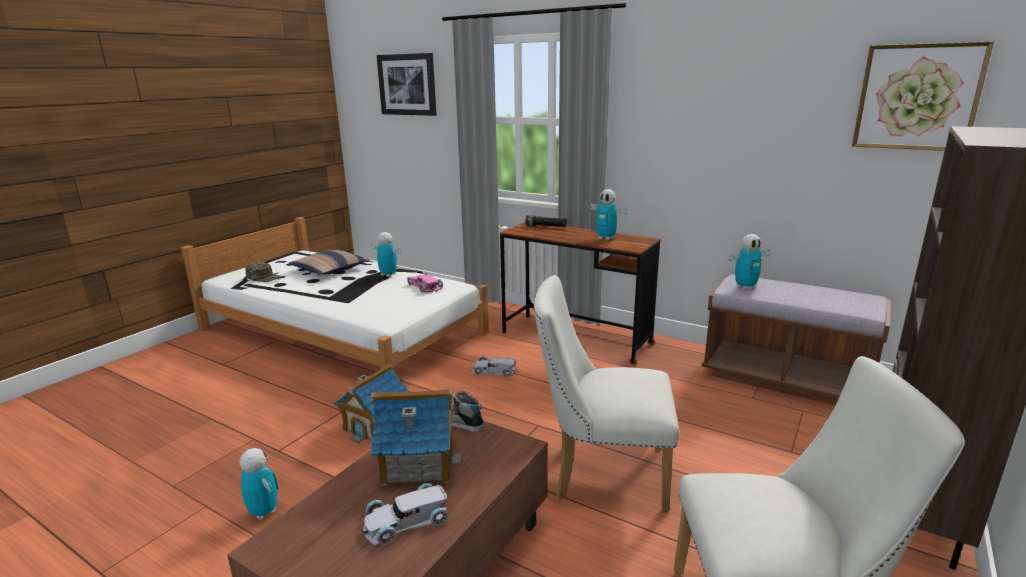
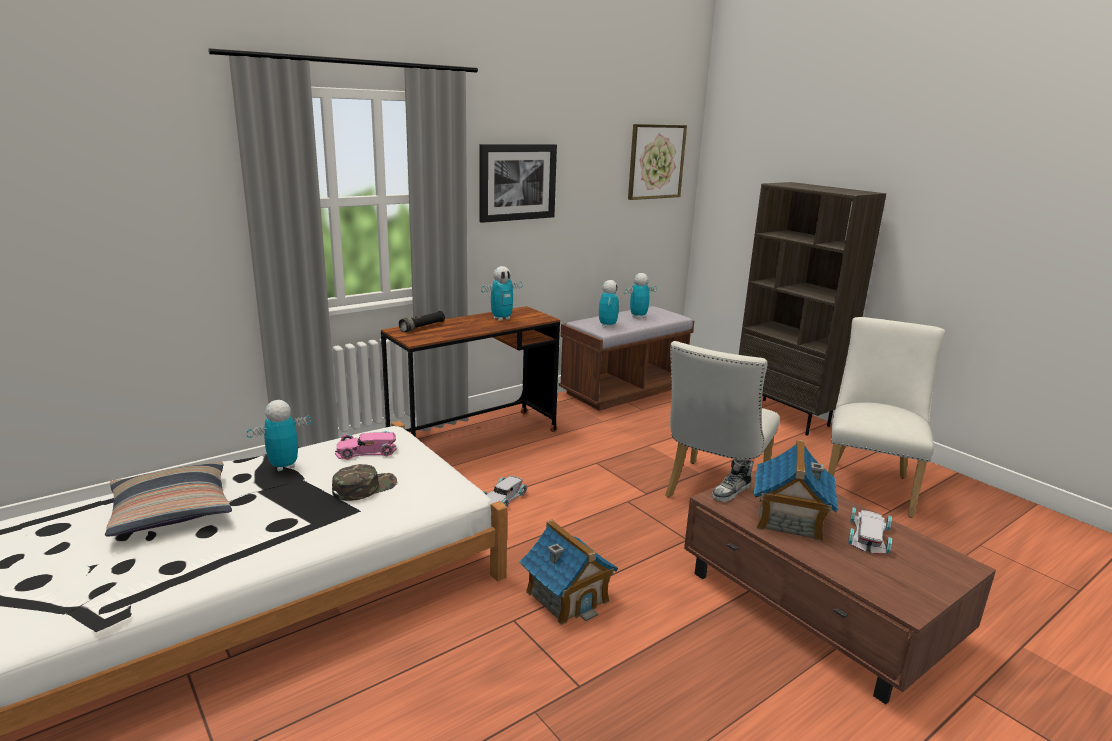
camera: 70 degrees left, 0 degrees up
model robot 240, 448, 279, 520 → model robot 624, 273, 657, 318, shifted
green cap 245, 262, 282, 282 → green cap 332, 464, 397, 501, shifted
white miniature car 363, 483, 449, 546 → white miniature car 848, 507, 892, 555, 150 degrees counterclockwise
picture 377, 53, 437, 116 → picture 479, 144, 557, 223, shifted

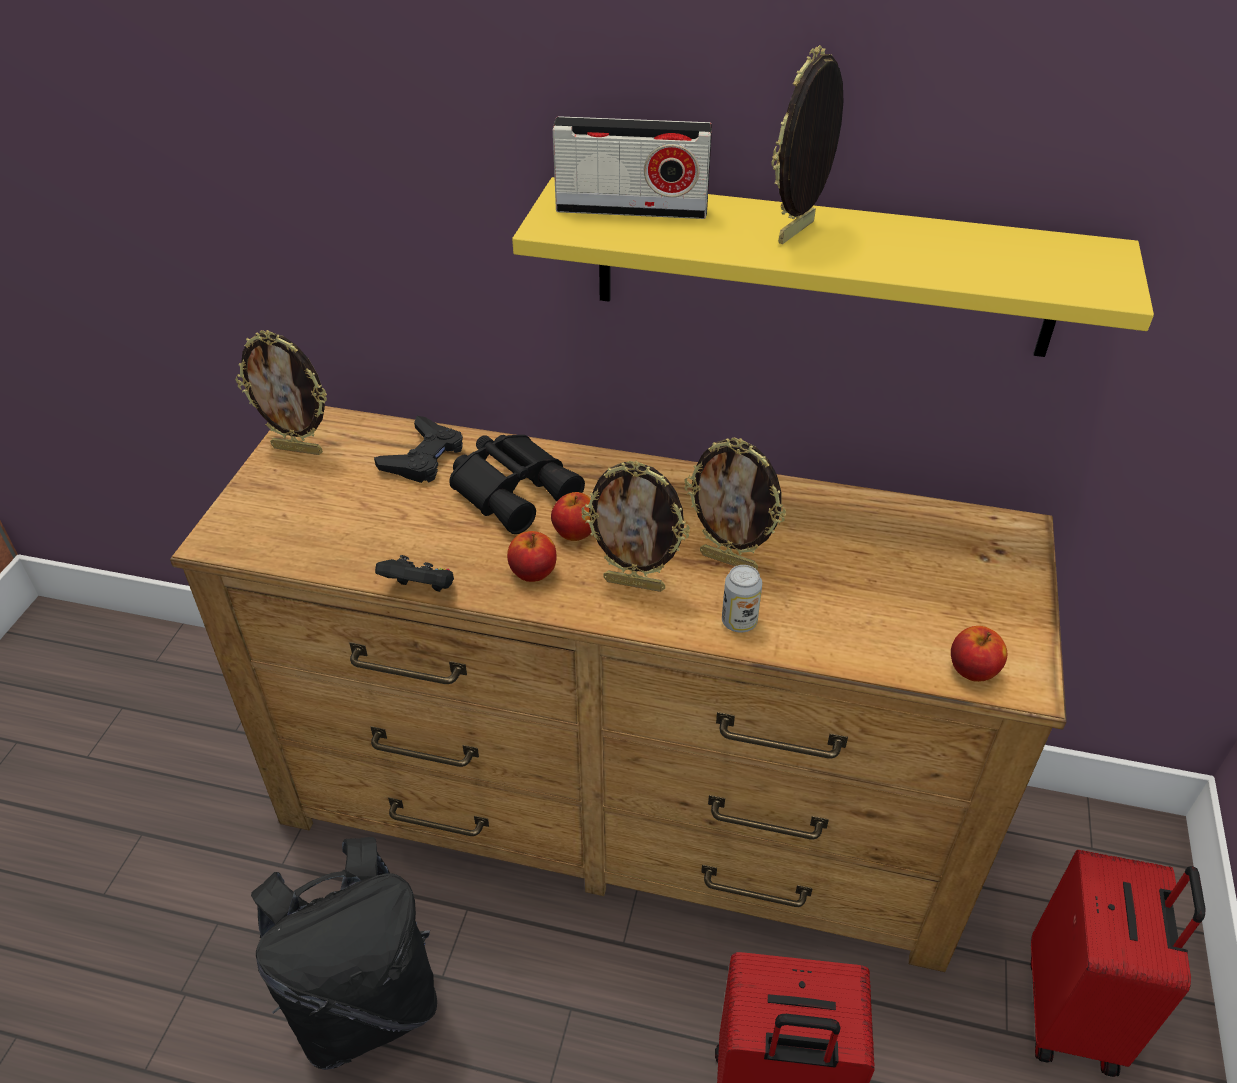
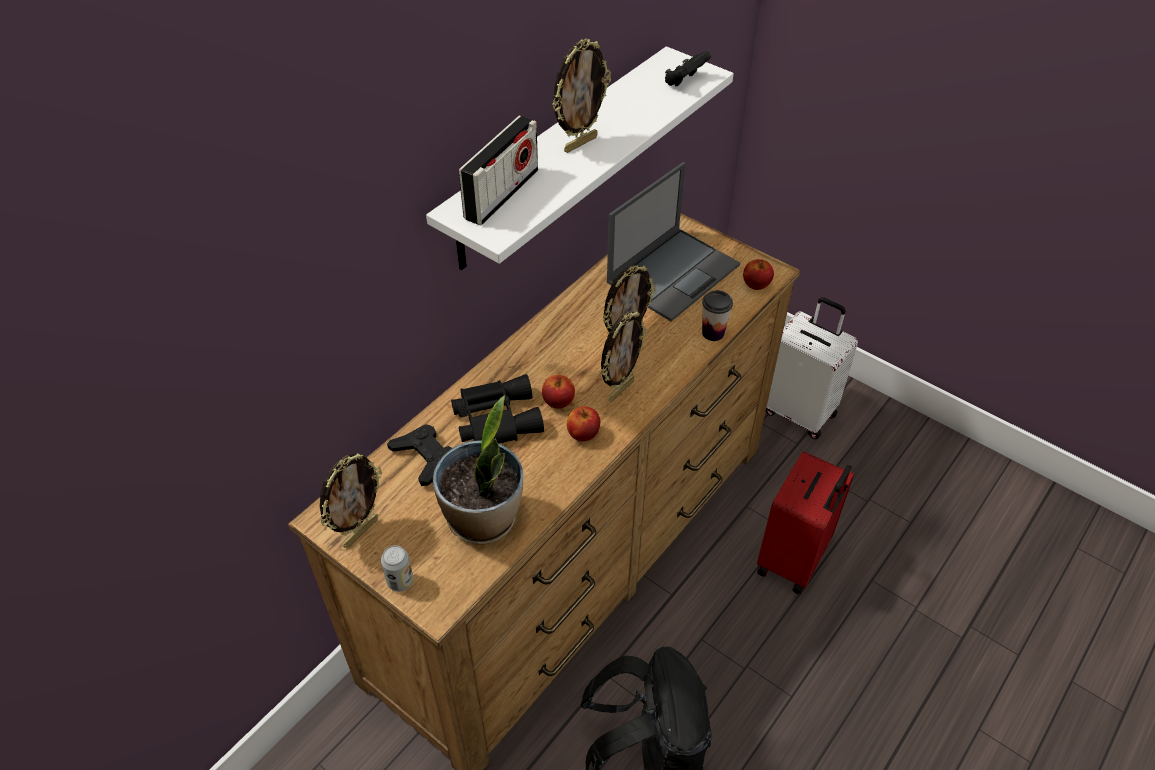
camera: 65 degrees left, 5 degrees up
black-coloured gamepad 375, 555, 454, 592 → black-coloured gamepad 665, 51, 711, 86, shifted
yellowish wall shelf 512, 177, 1154, 357 → white wall shelf 426, 46, 734, 270
can 722, 565, 762, 633 → can 381, 545, 414, 592, shifted
photo frame 771, 45, 843, 244 → photo frame 552, 39, 611, 153, 105 degrees counterclockwise
reddish piece of luggage 1031, 850, 1205, 1077 → white piece of luggage 766, 297, 858, 439
- → houseplant 433, 395, 523, 545
- → portable computer 607, 162, 740, 321
- → drinking cup 702, 290, 733, 341

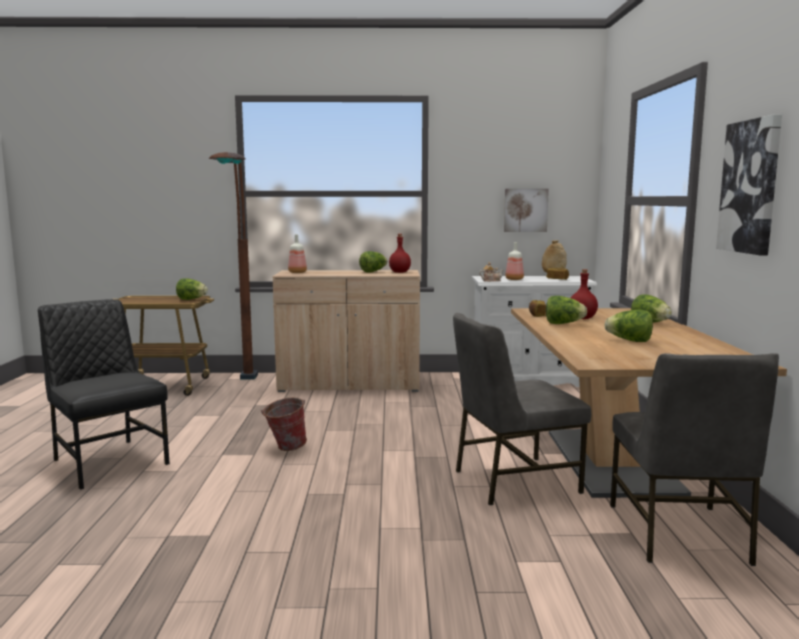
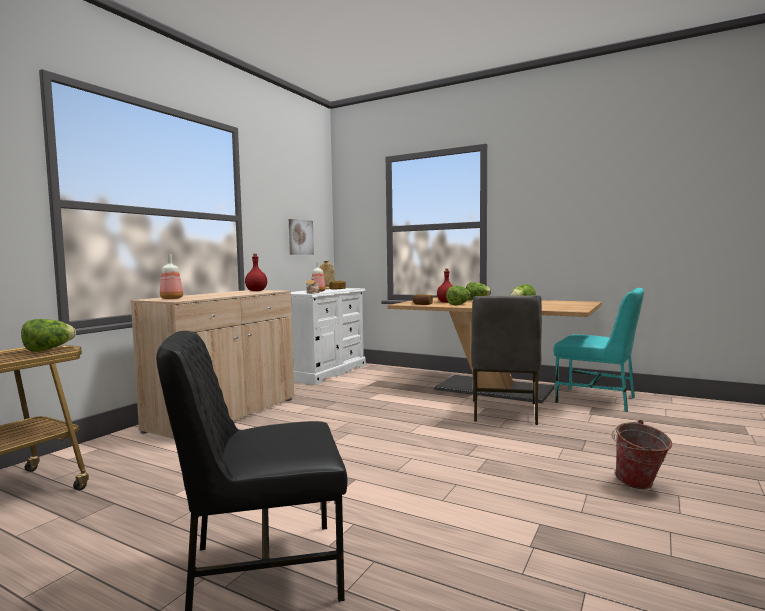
camera: 60 degrees left, 5 degrees down
brown floor lamp 209, 152, 258, 379 → -
bucket 261, 397, 307, 451 → bucket 612, 420, 672, 489, shifted
lettuce 359, 251, 387, 272 → -
greyish chair 610, 353, 779, 566 → turquoise-coloured chair 554, 288, 644, 412
picture 716, 114, 782, 255 → -

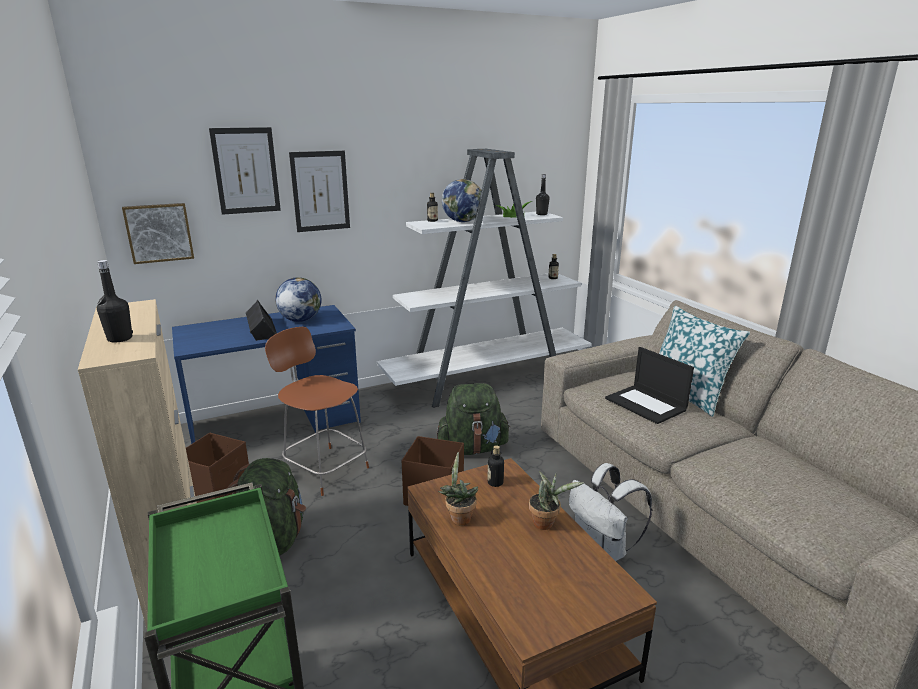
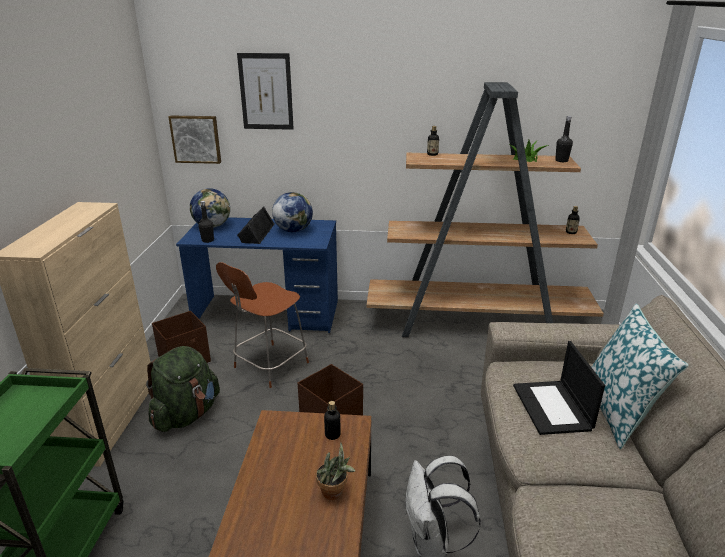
camera: 30 degrees right, 5 degrees up
black-coloured beverage bottle 97, 260, 133, 342 → black-coloured beverage bottle 198, 201, 214, 243, shifted
brown chair 265, 327, 369, 496 → brown chair 216, 262, 309, 388, 120 degrees counterclockwise
picture 289, 151, 350, 232 → -
white bookshelf 377, 149, 592, 408 → brown bookshelf 367, 82, 604, 337
green knapsack 437, 383, 511, 455 → -
houseplant 438, 452, 478, 526 → -
globe 442, 179, 481, 222 → globe 190, 188, 230, 228, shifted

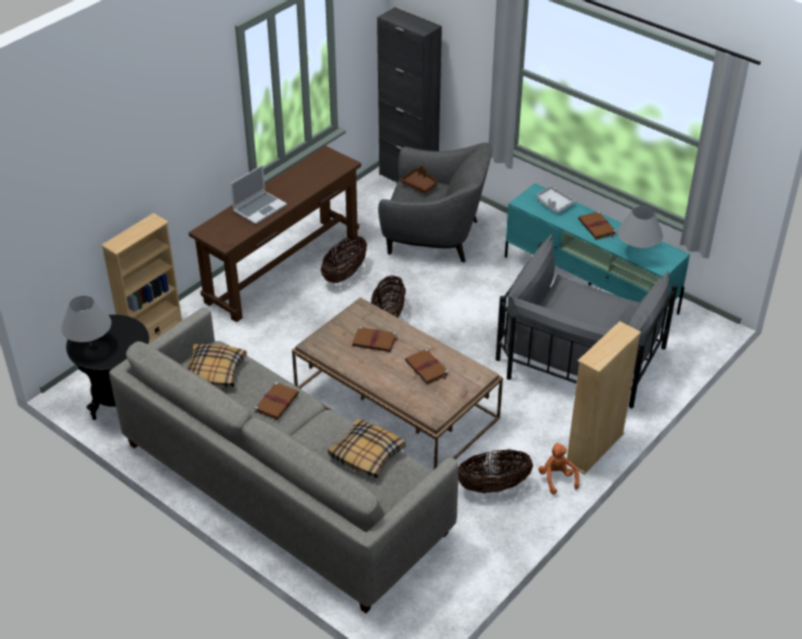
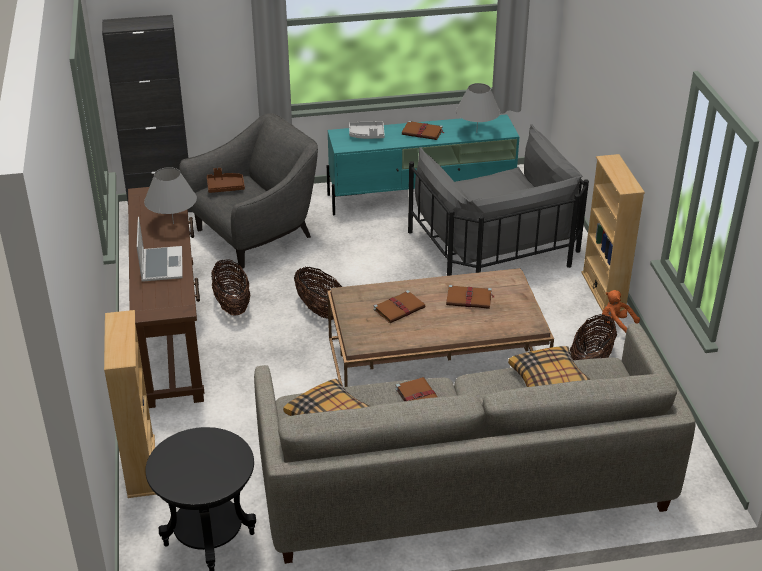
camera: 50 degrees left, 5 degrees down
greyish lamp for a table 61, 296, 111, 346 → greyish lamp for a table 144, 167, 197, 224, shifted

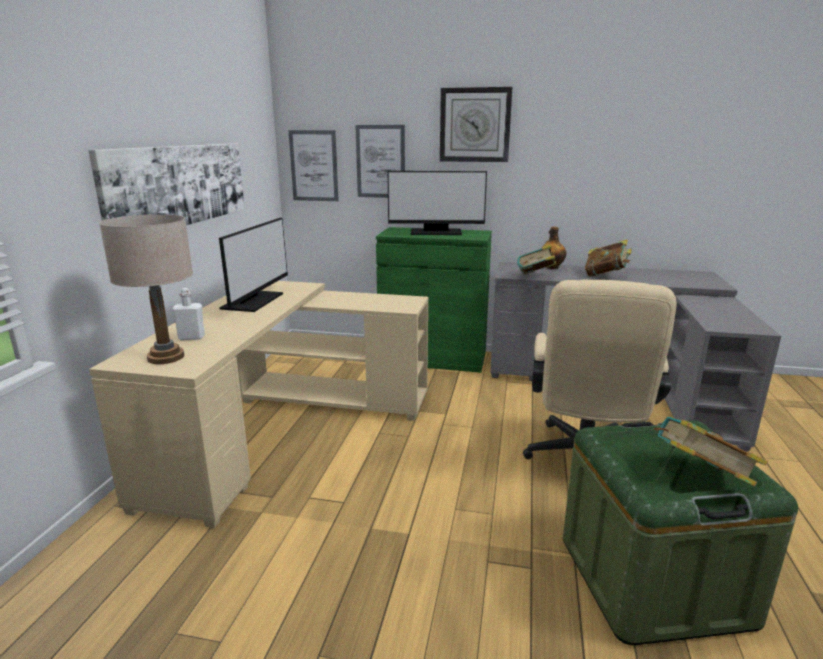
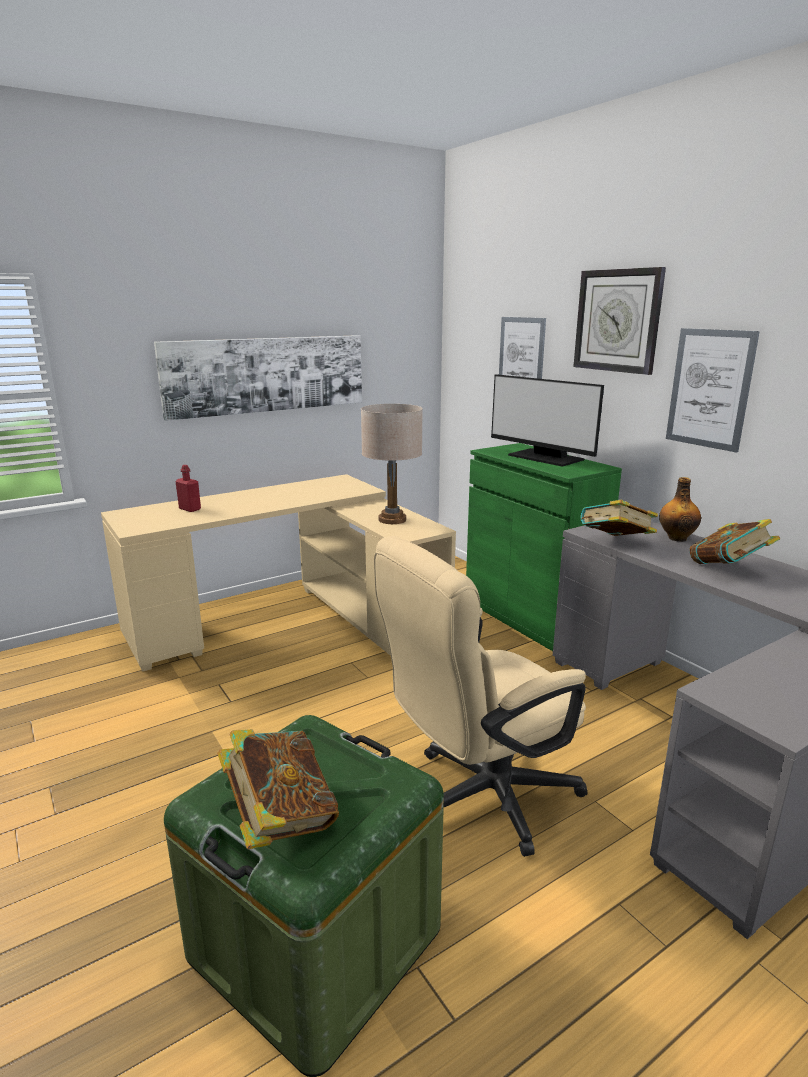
camera: 45 degrees right, 0 degrees up
beige-coloured lamp for a table 99, 214, 193, 364 → beige-coloured lamp for a table 361, 404, 423, 524, shifted
white beverage bottle 172, 288, 205, 340 → reddish beverage bottle 176, 465, 201, 512
computer screen 219, 218, 288, 312 → -
picture 288, 130, 339, 201 → picture 666, 328, 760, 453, shifted

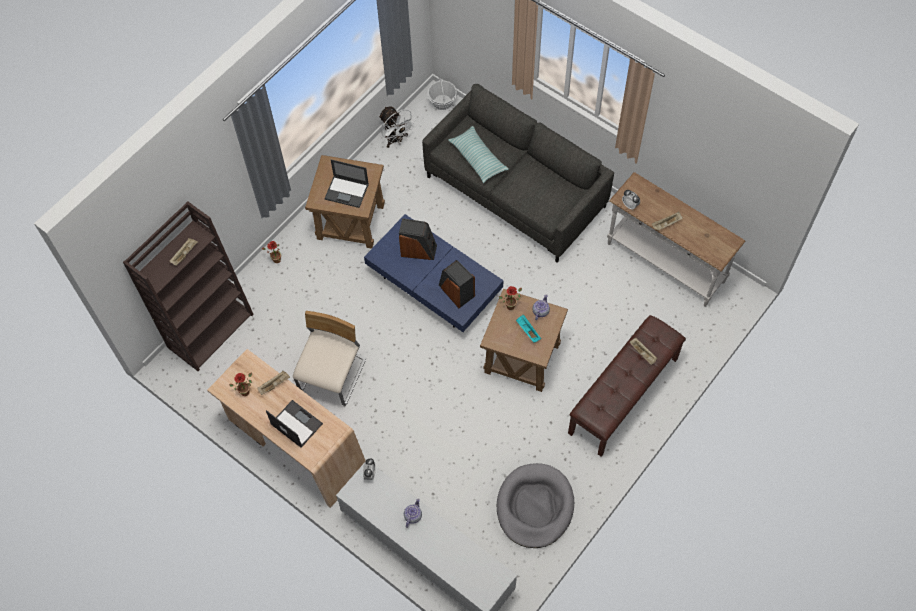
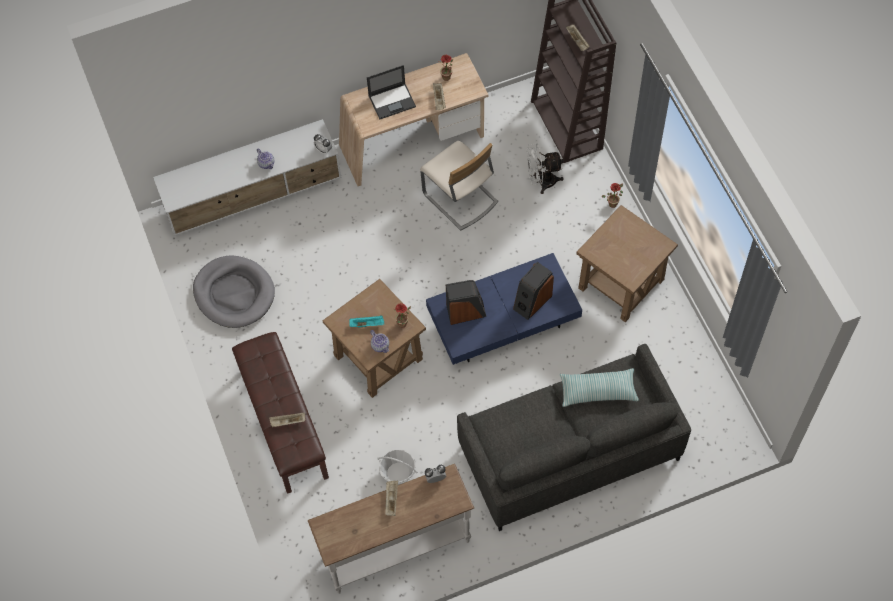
camera: 120 degrees right, 0 degrees up
portable computer 324, 160, 369, 208 → -
white fan 379, 106, 416, 148 → white fan 527, 143, 564, 194, shifted
storage basket 428, 78, 457, 110 → storage basket 377, 449, 417, 485, shifted

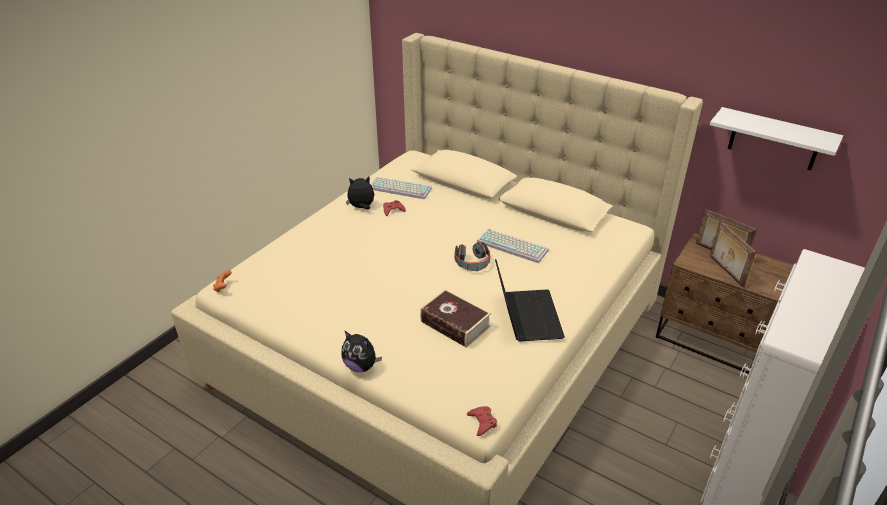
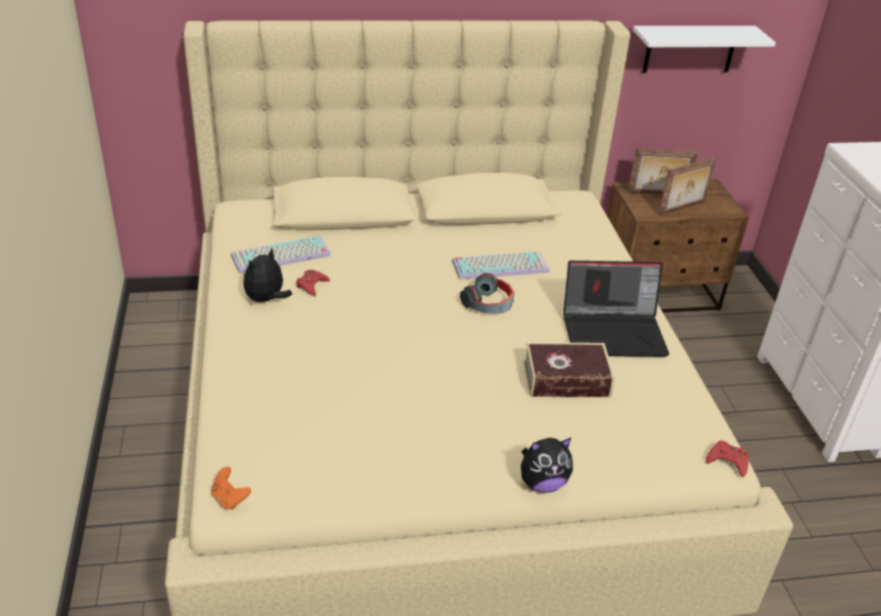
camera: 45 degrees left, 0 degrees up
portable computer 495, 259, 565, 342 → portable computer 563, 261, 669, 357, 135 degrees clockwise
photo frame 710, 221, 756, 288 → photo frame 658, 158, 716, 215, 60 degrees counterclockwise

